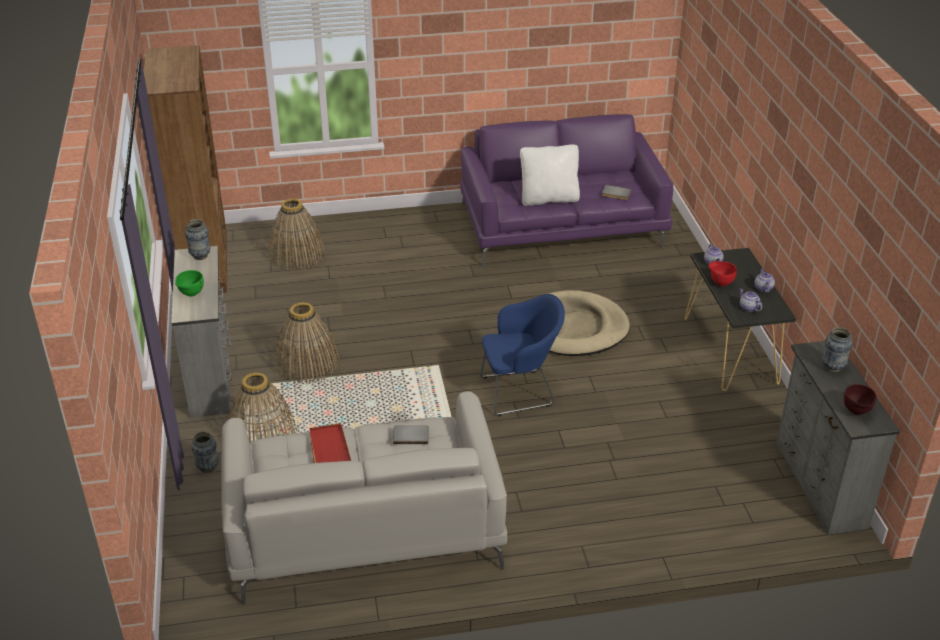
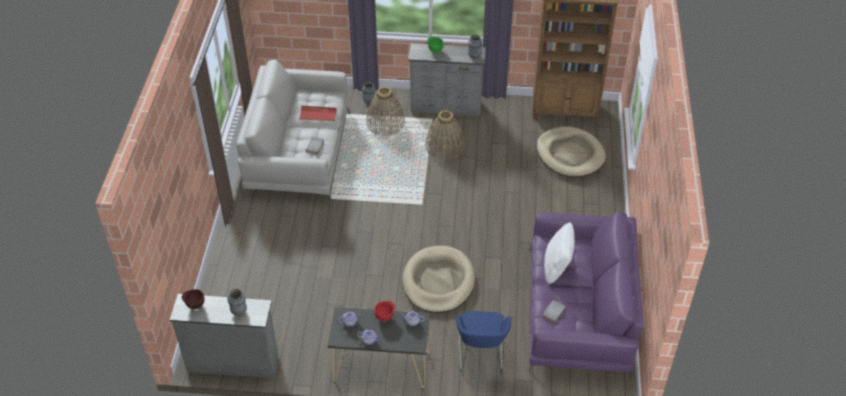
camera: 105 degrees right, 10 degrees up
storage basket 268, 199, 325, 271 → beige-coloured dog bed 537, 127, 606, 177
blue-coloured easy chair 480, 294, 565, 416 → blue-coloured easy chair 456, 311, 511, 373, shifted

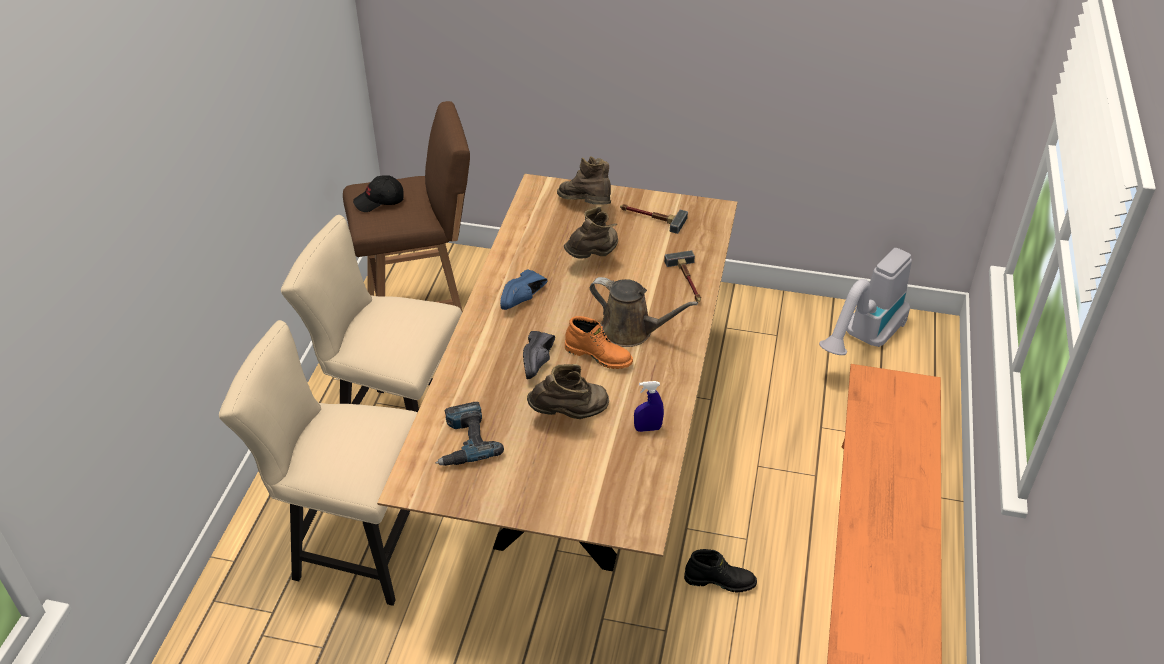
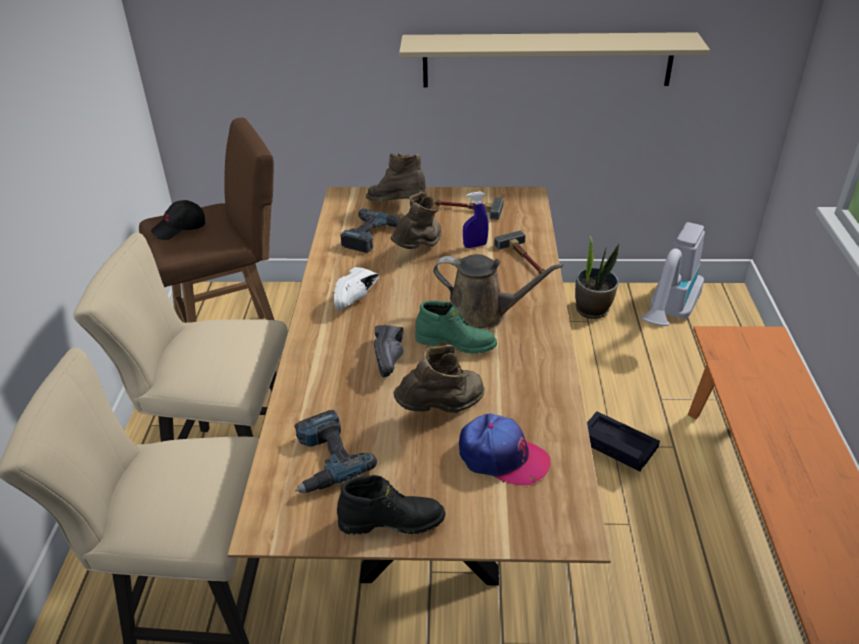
camera: 10 degrees left, 5 degrees down
blue-coloured low shoe 500, 270, 547, 310 → white low shoe 334, 267, 379, 310
orange-coloured high-top boot 565, 316, 633, 369 → green high-top boot 415, 300, 497, 354
blue-coloured sprayer 634, 381, 664, 432 → blue-coloured sprayer 463, 192, 489, 248, shifted
black-coloured high-top boot 684, 549, 757, 592 → black-coloured high-top boot 337, 475, 445, 535, shifted
- → power drill 340, 209, 402, 253
- → beige-coloured wall shelf 399, 32, 710, 87
- → cap 459, 413, 551, 485
- → houseplant 575, 236, 619, 319
- → black-coloured storage container 587, 411, 660, 471

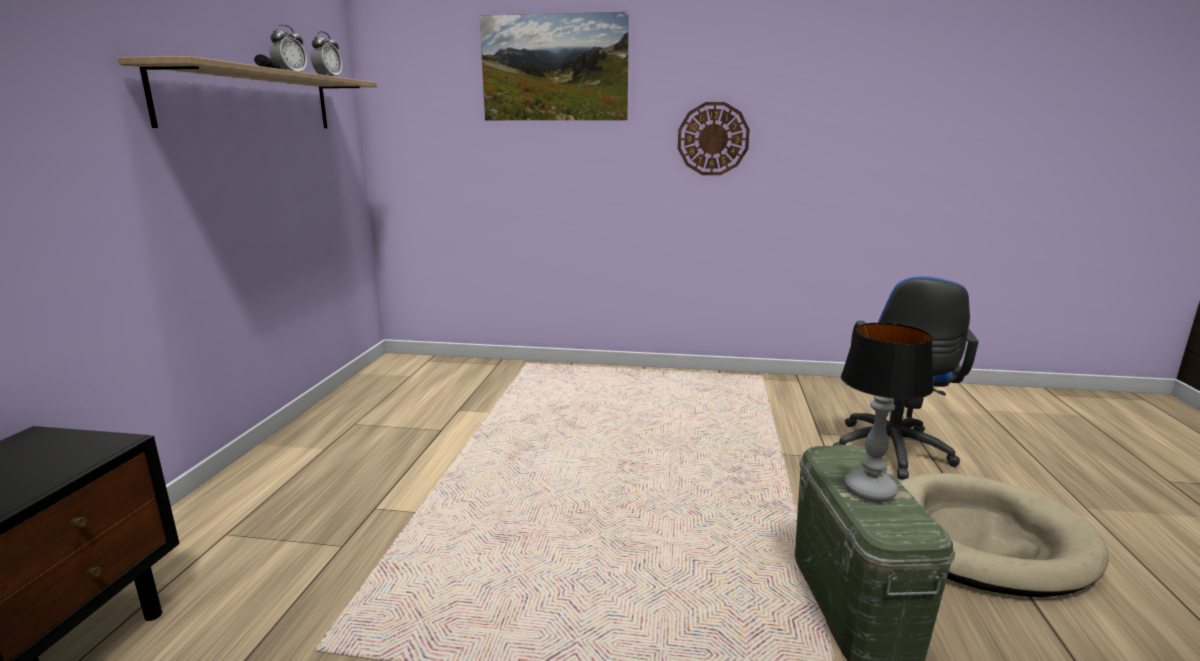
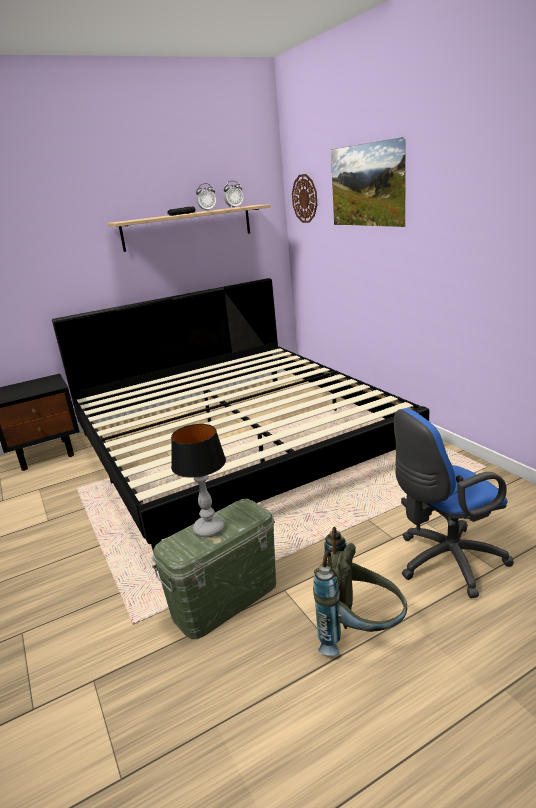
camera: 55 degrees right, 5 degrees up
hanging clock 678, 102, 750, 175 → hanging clock 292, 174, 317, 223, shifted
beige-coloured dog bed 899, 473, 1109, 597 → greyish knapsack 313, 527, 408, 656
- → bedroom bed 52, 278, 429, 550

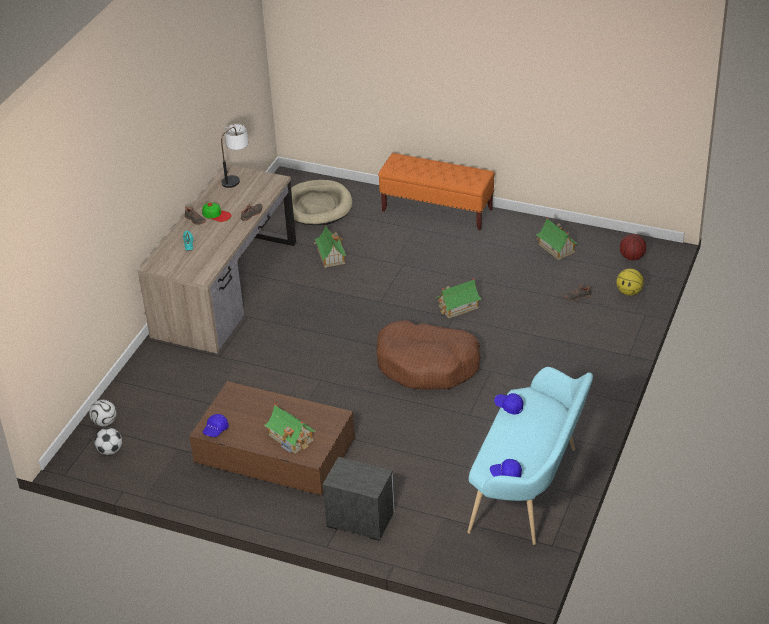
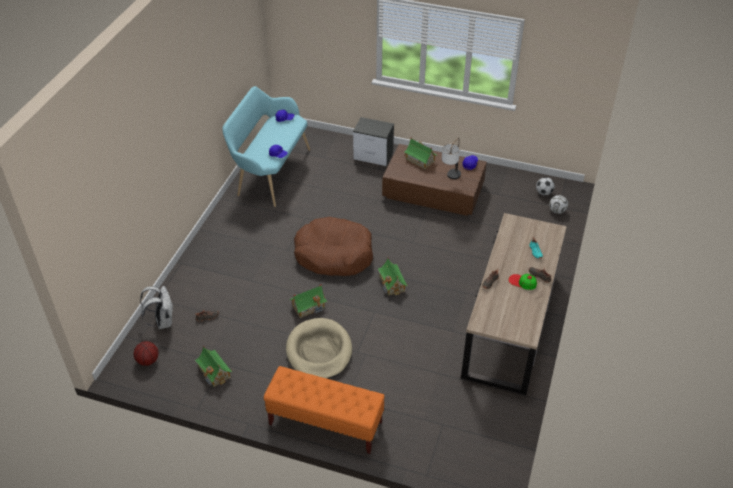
camera: 175 degrees right, 5 degrees up
lamp for a table 221, 124, 248, 188 → lamp for a table 442, 138, 461, 179, shifted
beige-coloured dog bed 283, 180, 352, 225 → beige-coloured dog bed 286, 318, 352, 379, shifted
miniature house 314, 223, 346, 268 → miniature house 378, 258, 408, 295, shifted
ball for basketball 616, 269, 644, 296 → white knapsack 140, 286, 173, 329

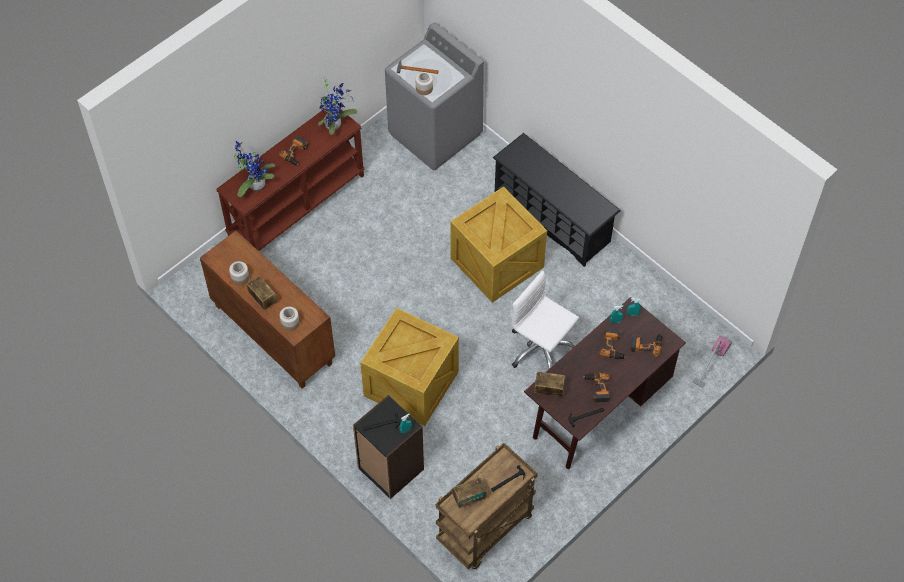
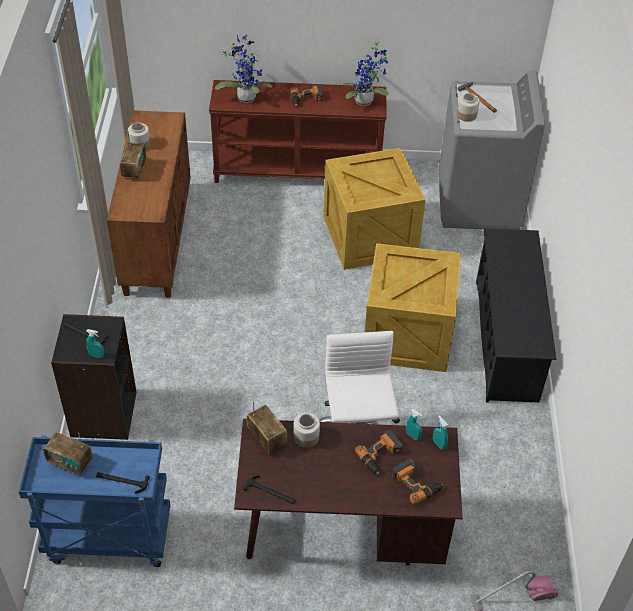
camera: 45 degrees right, 10 degrees down
jar 280, 307, 300, 331 → jar 293, 412, 320, 448, shifted
shipping crate 360, 308, 459, 426 → shipping crate 324, 148, 426, 270, shifted
brown trolley 436, 443, 538, 570 → blue-coloured trolley 19, 435, 171, 567
power drill 584, 373, 610, 403 → -

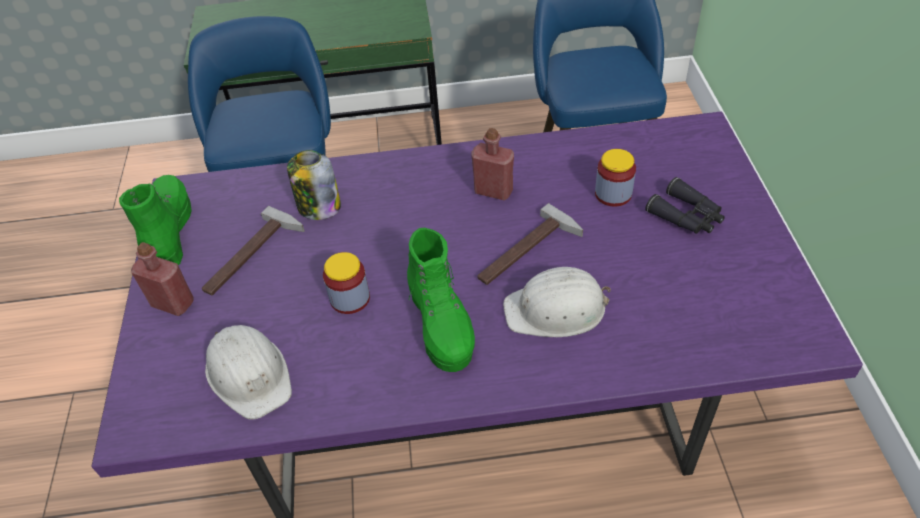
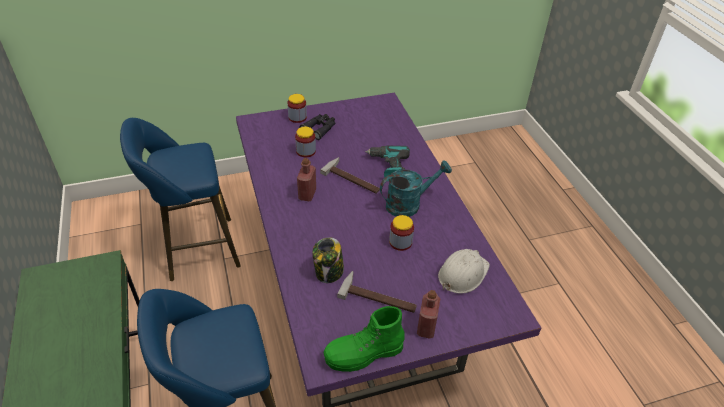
camera: 105 degrees left, 5 degrees down
green high-top boot 407, 228, 475, 372 → turquoise-coloured watering pot 380, 161, 452, 217
white safety helmet 503, 267, 611, 337 → power drill 365, 146, 410, 181
- → jar 287, 94, 307, 123

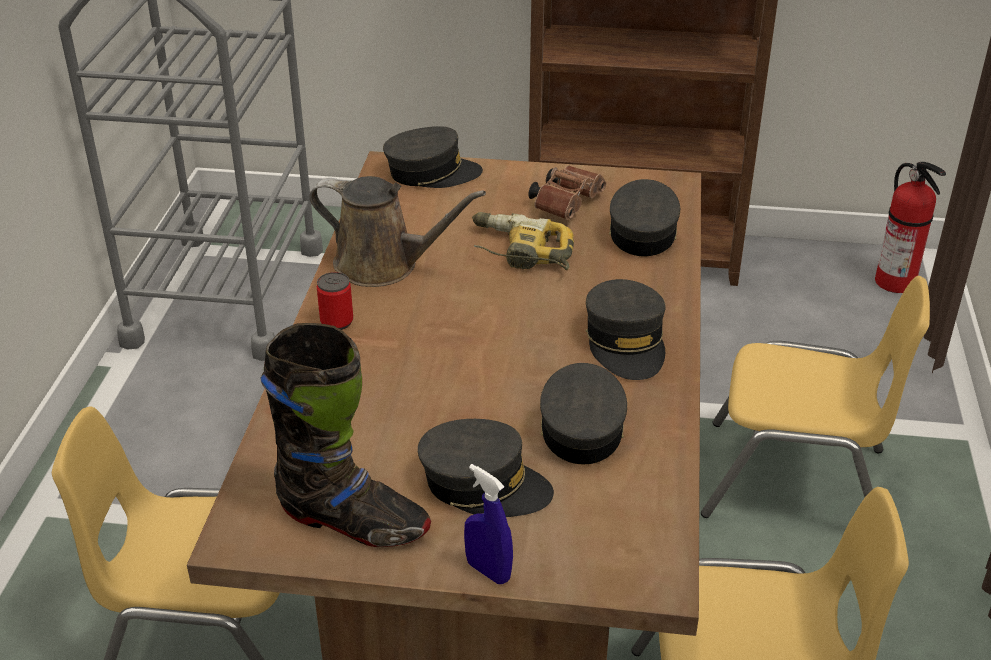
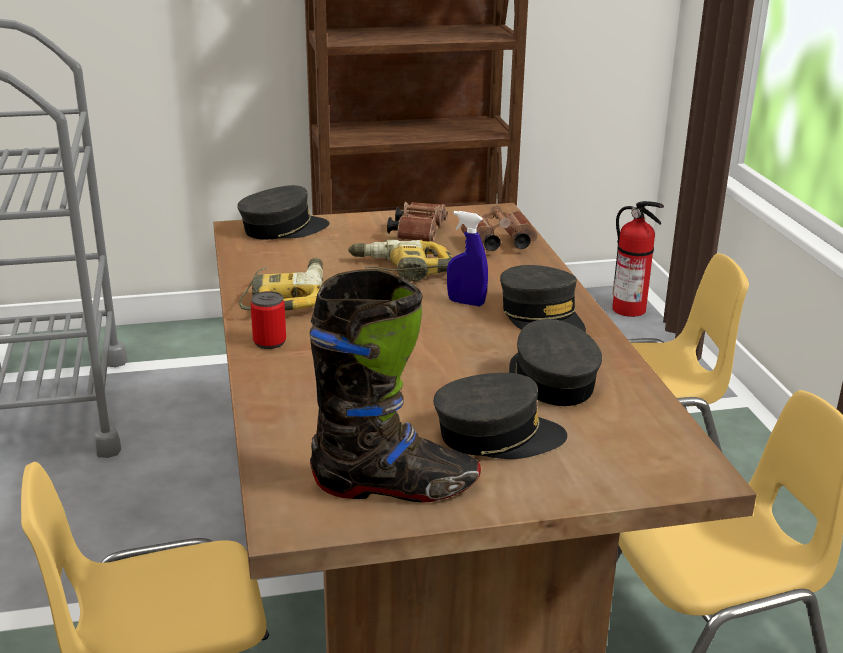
camera: 20 degrees left, 10 degrees down
brown watering pot 309, 176, 486, 287 → power drill 239, 258, 323, 310
blue-coloured sprayer 464, 464, 513, 584 → blue-coloured sprayer 447, 211, 488, 306, shifted
greyish cap 609, 179, 680, 256 → brown binoculars 461, 205, 538, 251

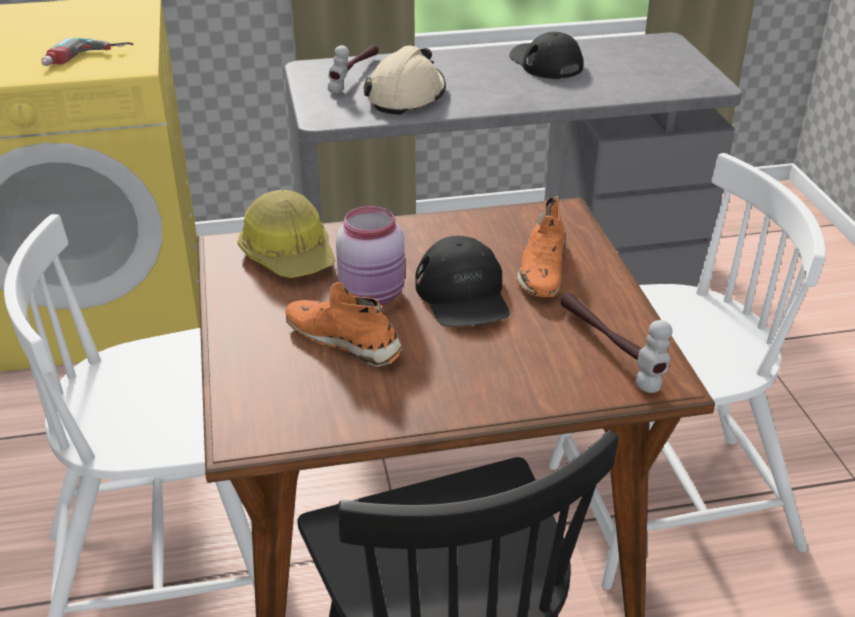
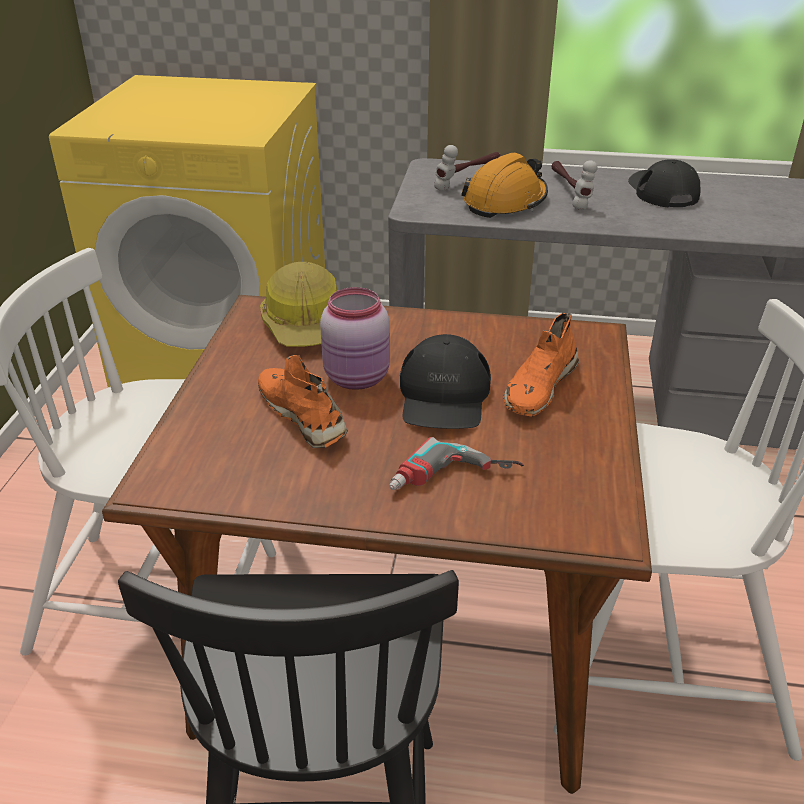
camera: 20 degrees right, 0 degrees up
power drill 41, 37, 133, 66 → power drill 389, 437, 524, 490, shifted
beige-coloured safety helmet 363, 45, 446, 115 → orange-coloured safety helmet 461, 153, 548, 218
hand hammer 561, 293, 672, 393 → hand hammer 551, 160, 598, 210, shifted

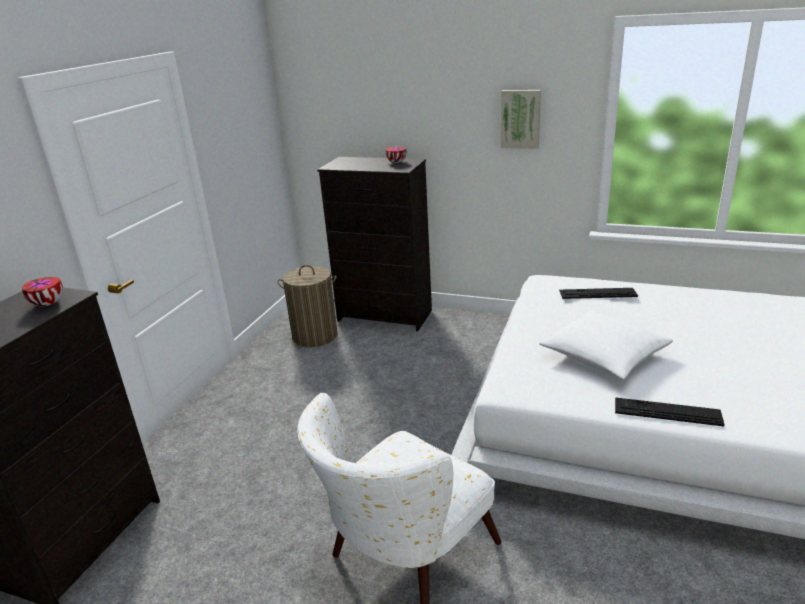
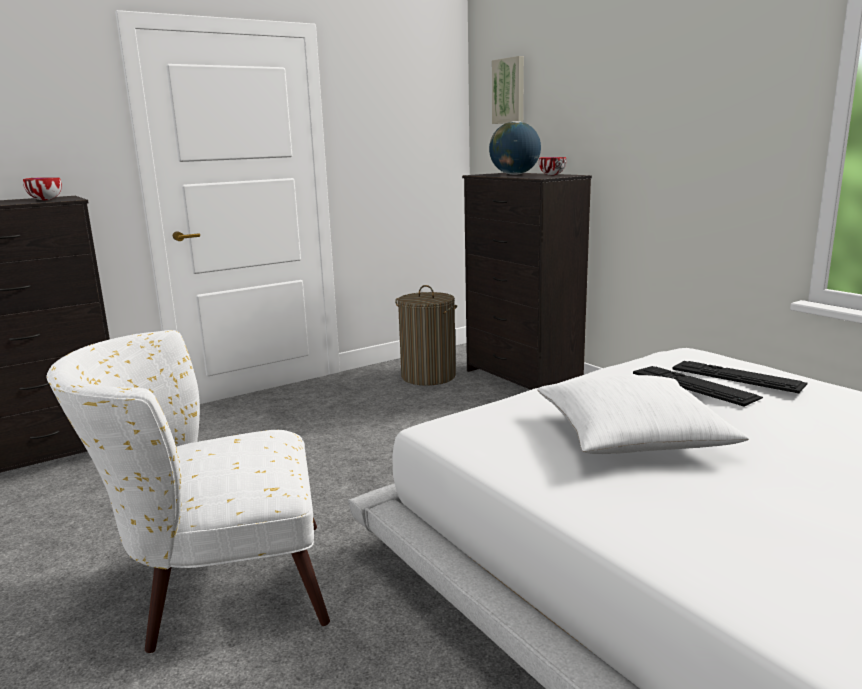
camera: 35 degrees right, 10 degrees down
picture 501, 90, 541, 149 → picture 492, 56, 524, 124, shifted
PC keyboard 615, 397, 725, 427 → PC keyboard 633, 366, 763, 407, shifted
- → globe 489, 121, 541, 175

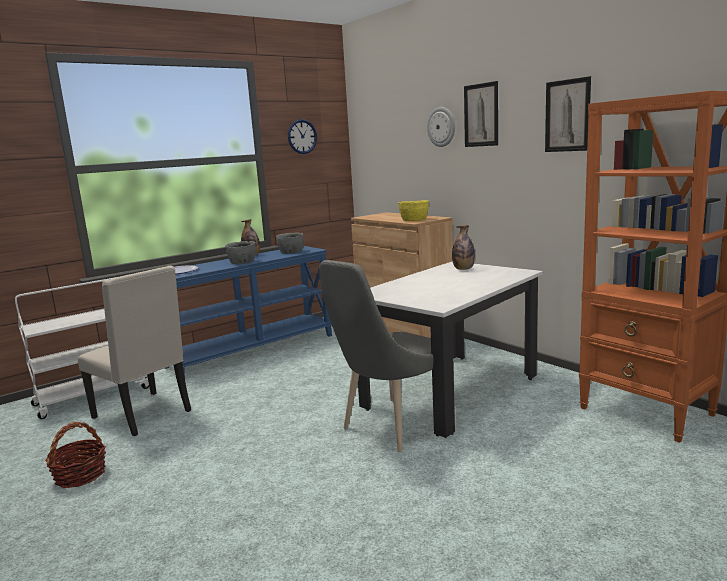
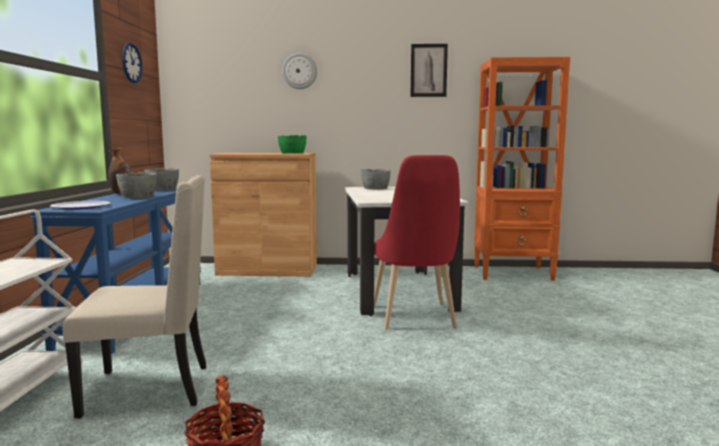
camera: 50 degrees left, 5 degrees down
greyish chair 319, 260, 434, 452 → reddish chair 374, 155, 460, 330
yellowish deep dish 398, 200, 429, 221 → green deep dish 278, 135, 307, 154
beverage bottle 452, 225, 475, 270 → greyish deep dish 361, 169, 391, 190
picture 464, 81, 498, 147 → -

